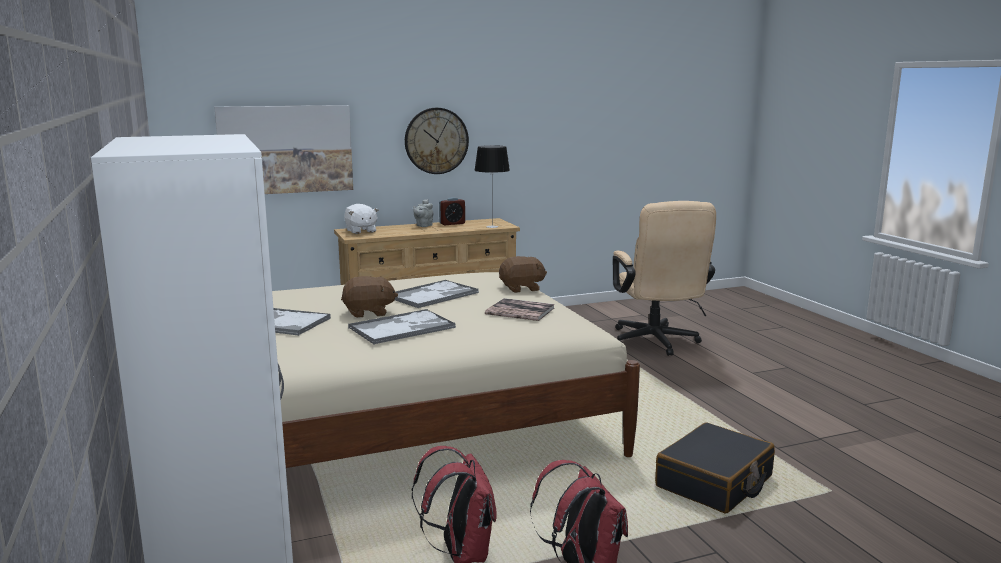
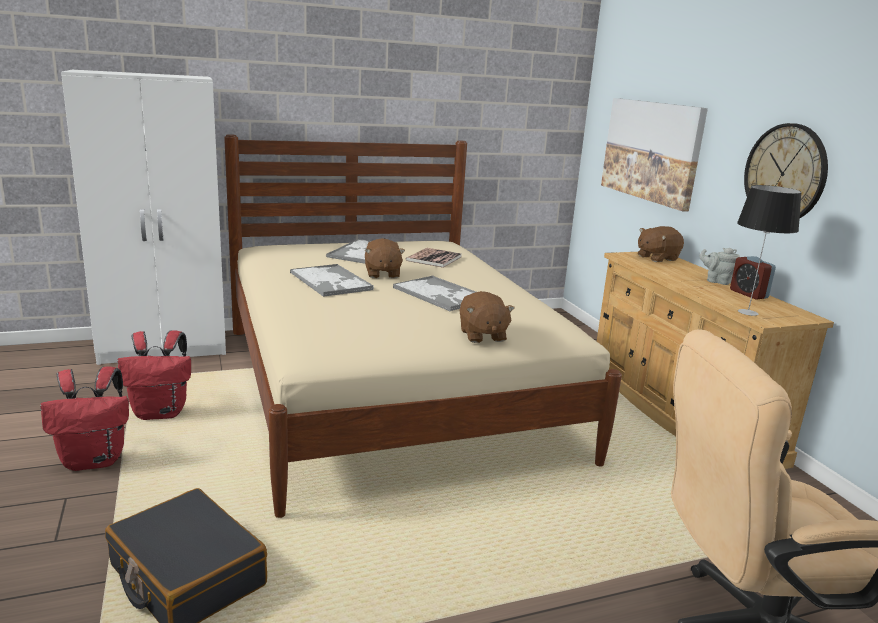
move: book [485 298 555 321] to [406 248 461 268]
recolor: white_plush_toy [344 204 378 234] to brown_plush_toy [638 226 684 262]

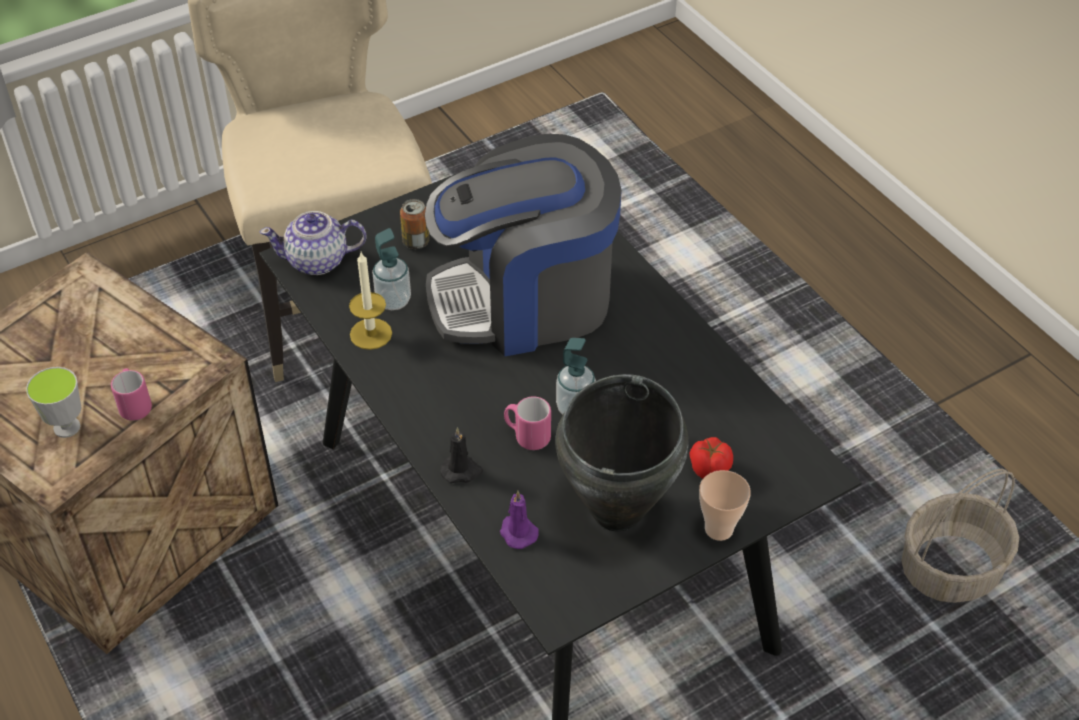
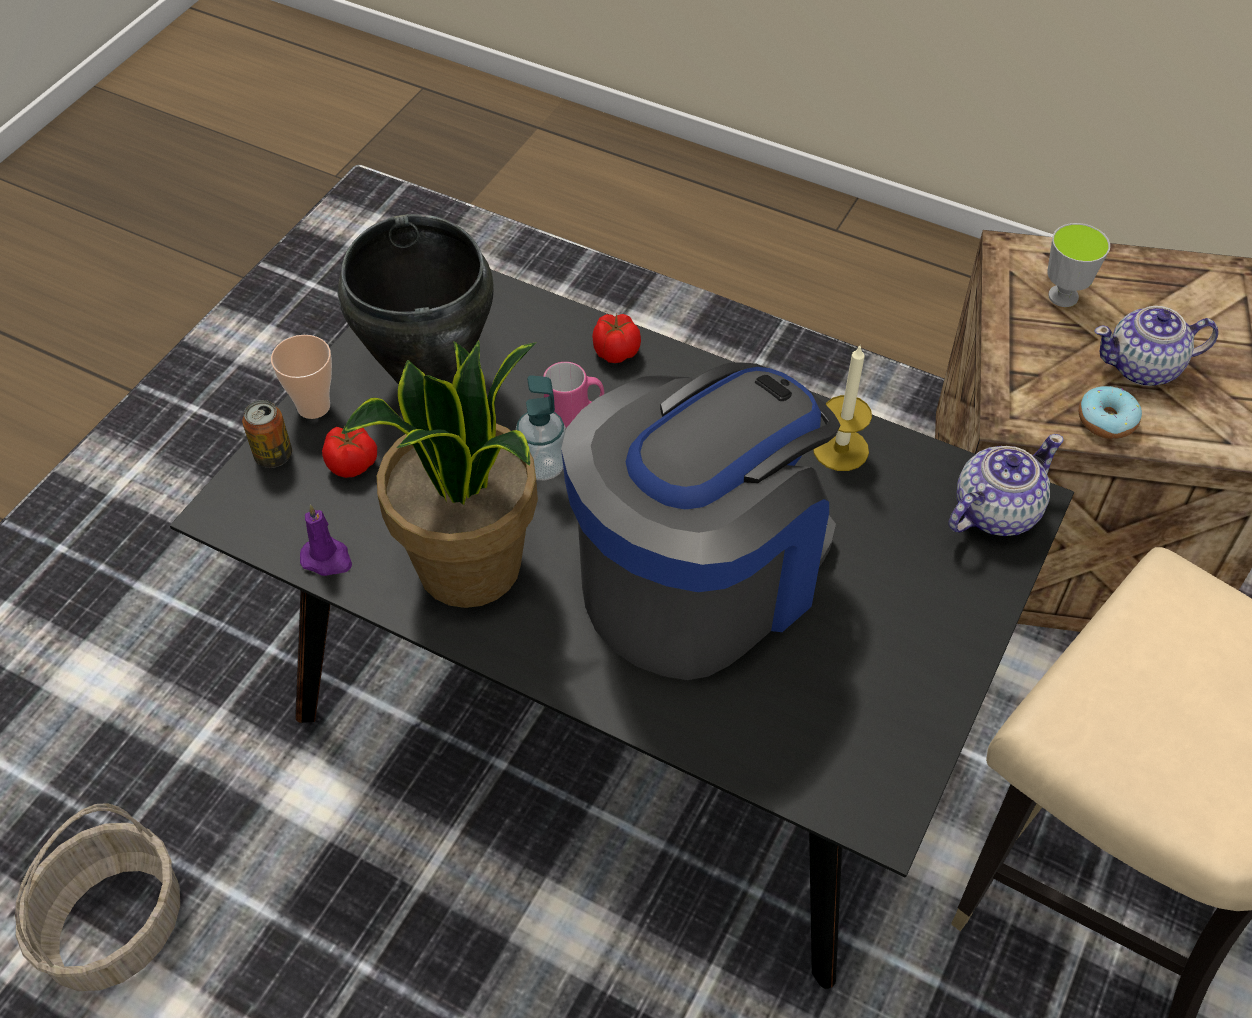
delete: pink_mug [111 368 152 421]; soap_dispenser [372 228 411 310]
insert: potted_plant [341 340 538 608]; donut [1079 386 1142 439]; teapot [1094 306 1219 386]
move: can [400 199 430 249] to [242 400 292 468]; purple_candle [500 491 539 549] to [300 504 352 576]
replace: black_candle [441 427 483 483] to tomato [592 314 641 363]

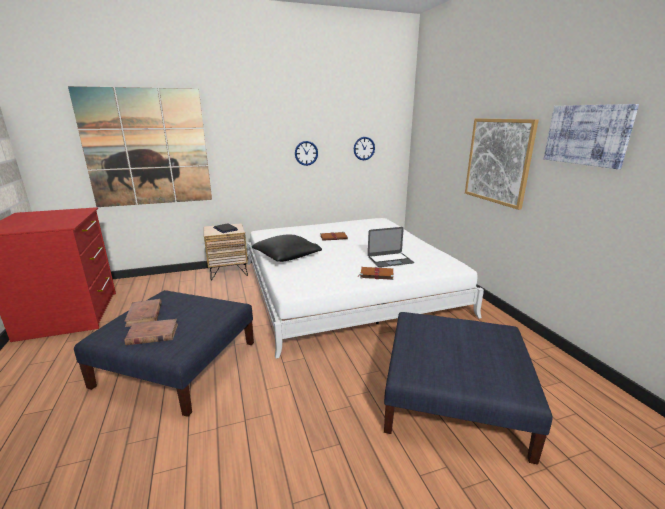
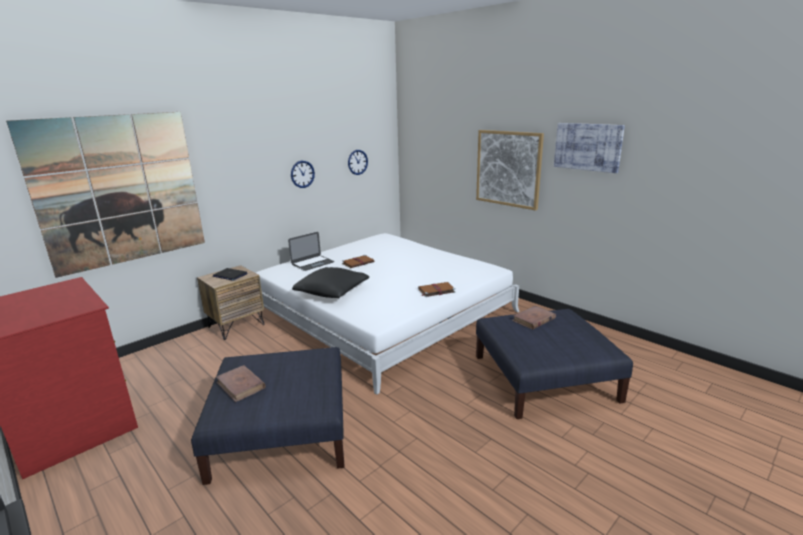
move: brown_book [124 319 178 345] to [512 306 556 330]; laptop [368 227 414 267] to [288 232 334 271]

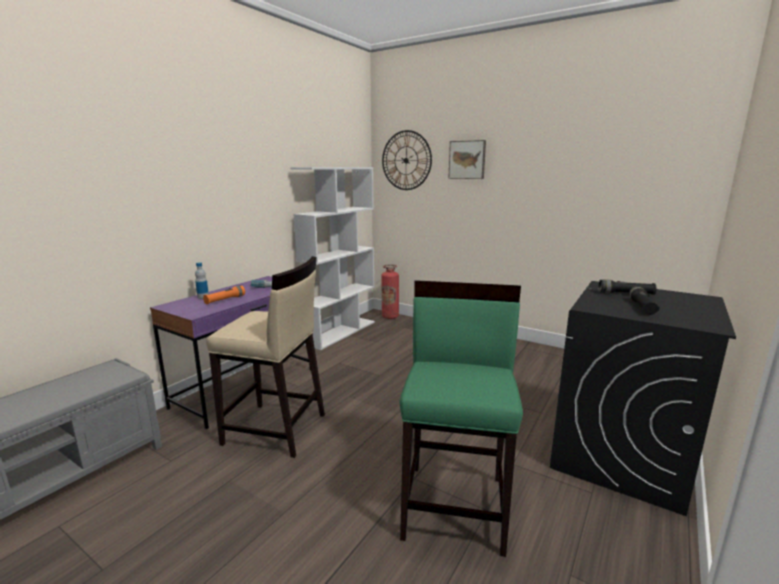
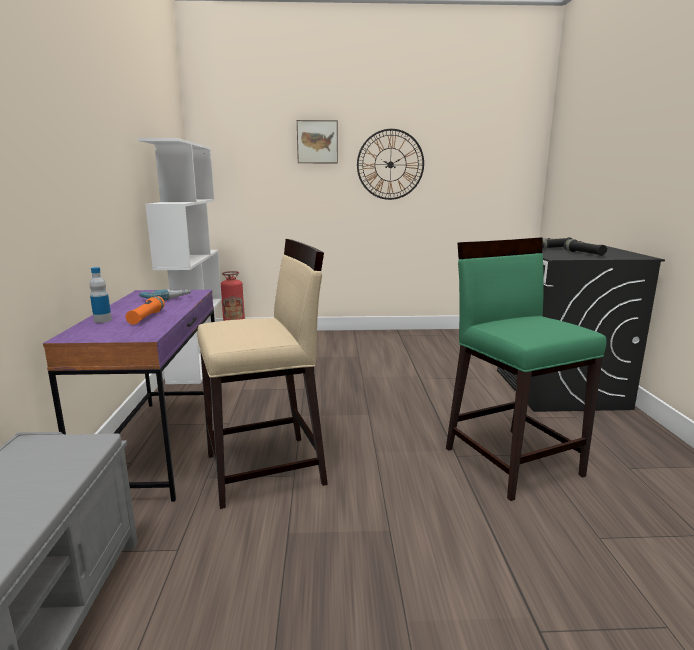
move: wall_clock [382 130 432 190] to [357 129 424 200]

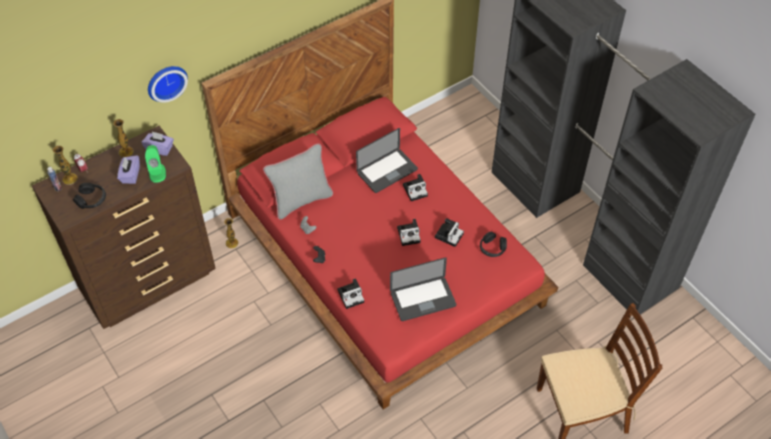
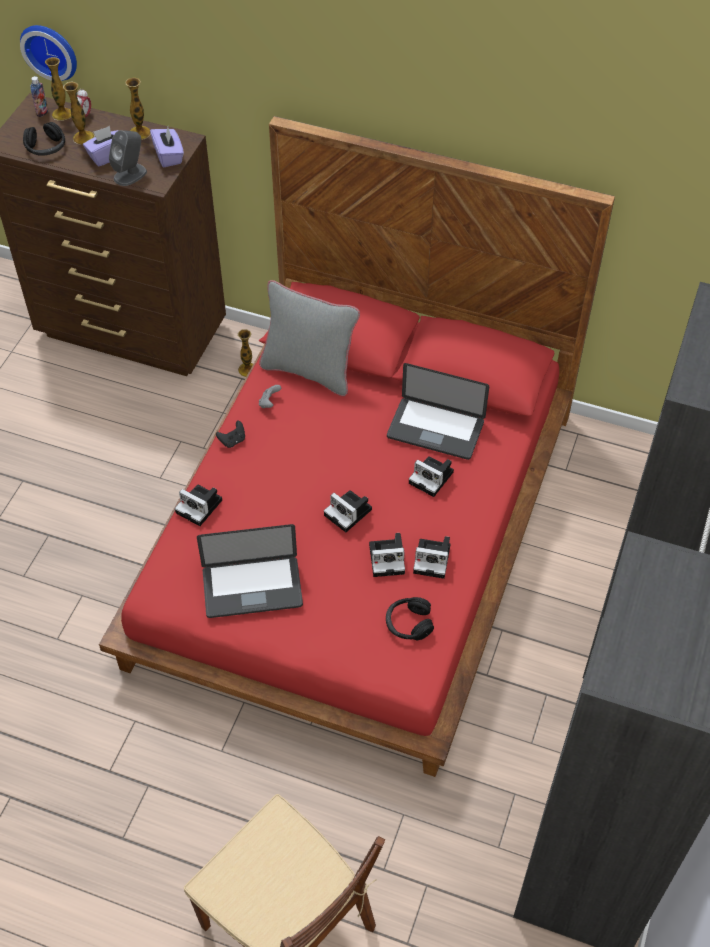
insert: vase [63 82 95 145]; photo_camera [413 536 450 579]
move: wall_clock [148 66 188 103] to [20 25 77 81]
recolor: green_speaker [145 145 166 183] to grey_speaker [109 130 147 186]
rotate: laptop [390 258 456 321] = [197 524 303 618] 45 degrees counterclockwise

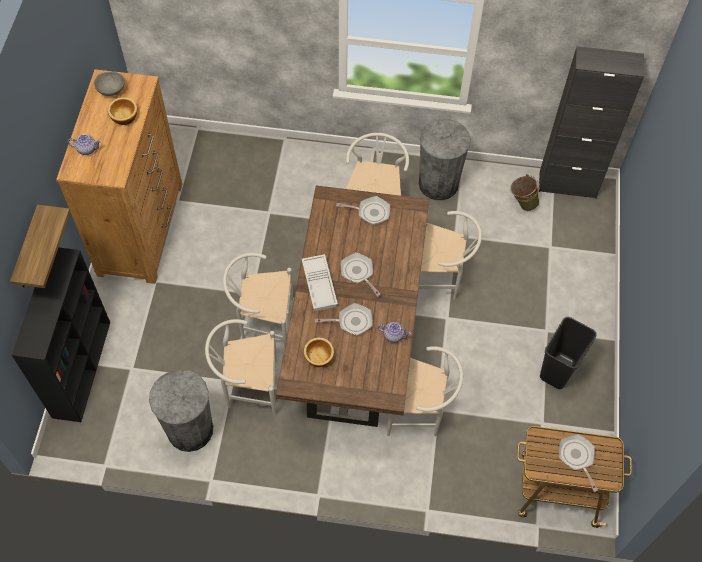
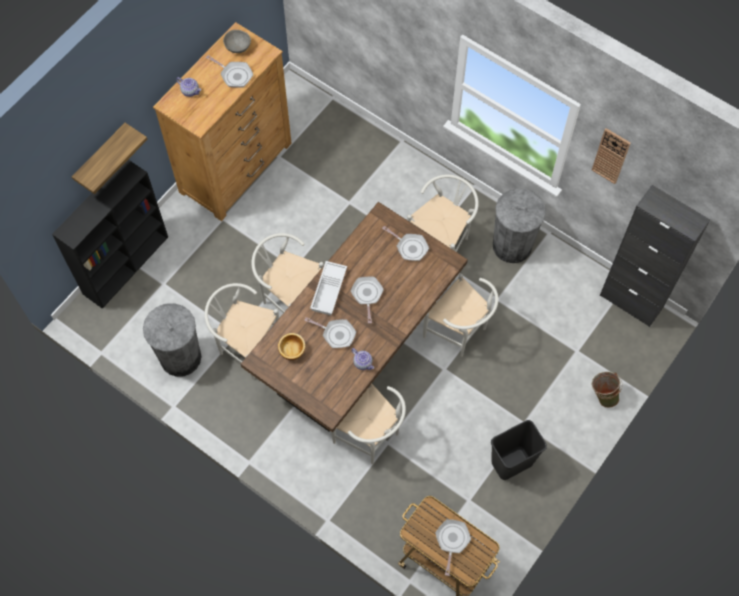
insert: wall_clock [592 128 631 184]
move: green_bucket [510 174 540 211] to [591 372 622 408]
replace: bowl [107 97 137 125] to frying_pan [206 55 253 88]

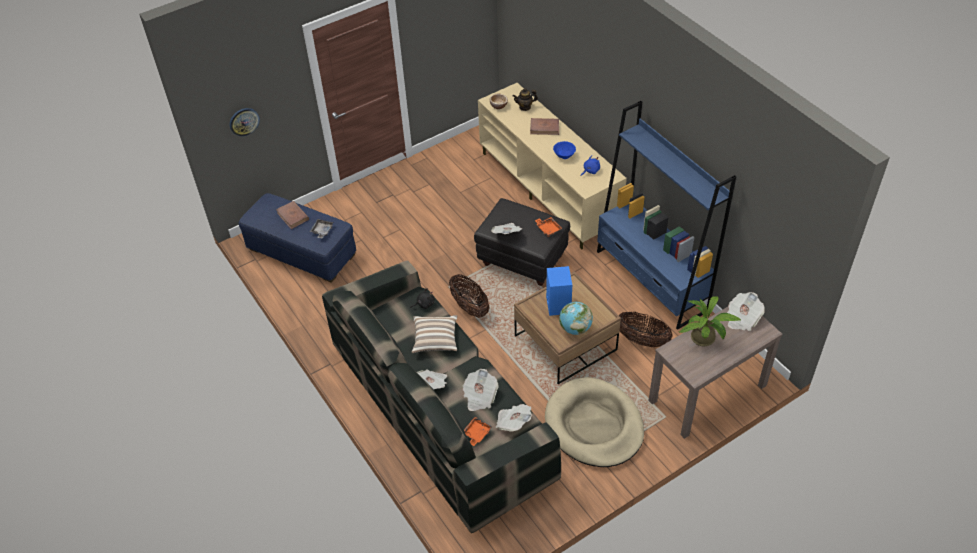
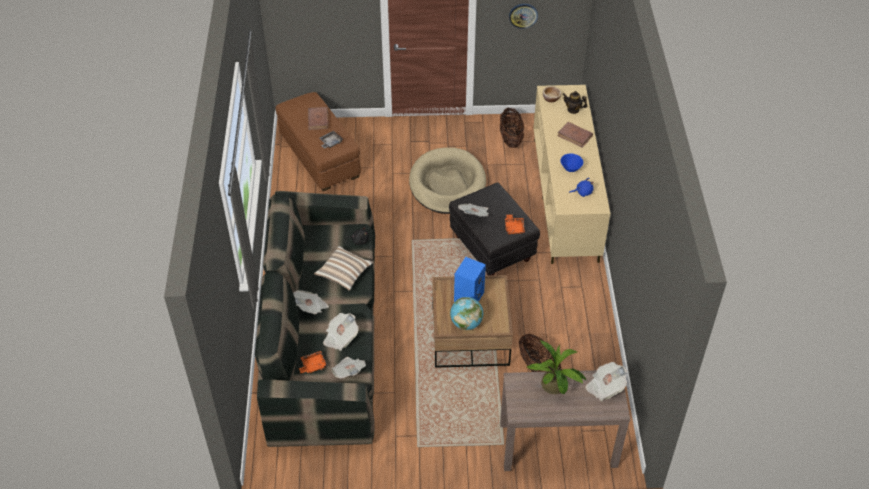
delete: blue_bookcase [597 101 736 330]
move: wall_clock [230 108 260 136] to [509 4 538 29]; basket [449 274 490 318] to [500 108 524 148]; beige_dog_bed [545 377 644 467] to [409 147 486 214]
recolor: blue_ottoman [239 193 356 283] to brown_ottoman [276 92 361 191]

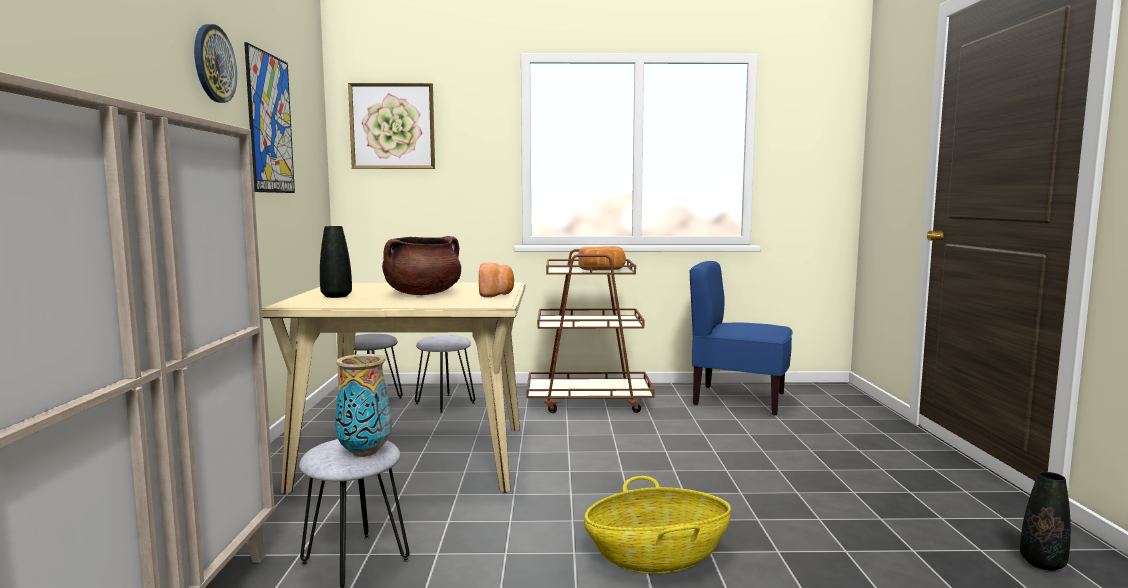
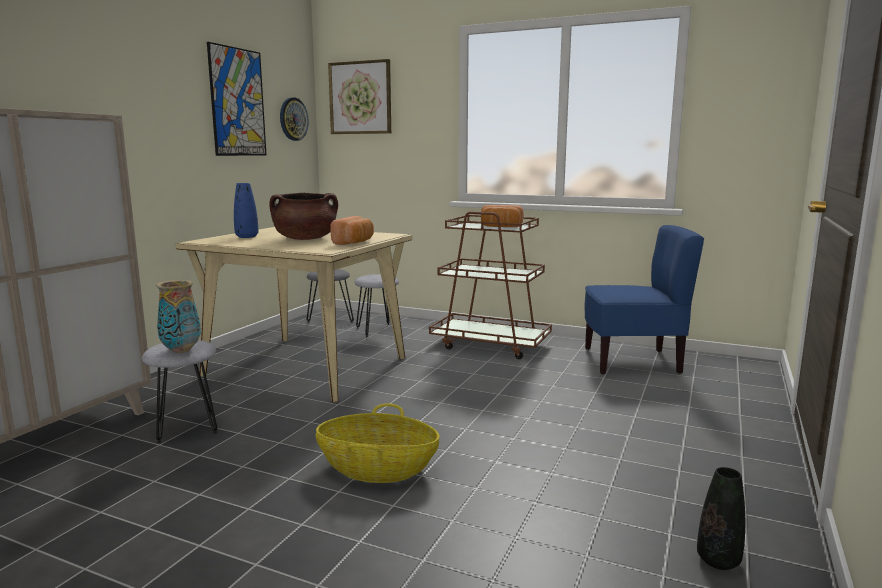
move: wall_clock [194 24 237 103] to [280 97 309 141]
recolor: black_vase [320 226 352 298] to blue_vase [234 183 258 238]
rotate: blue_chair [690 261 793 415] = [585 225 704 375] 135 degrees clockwise

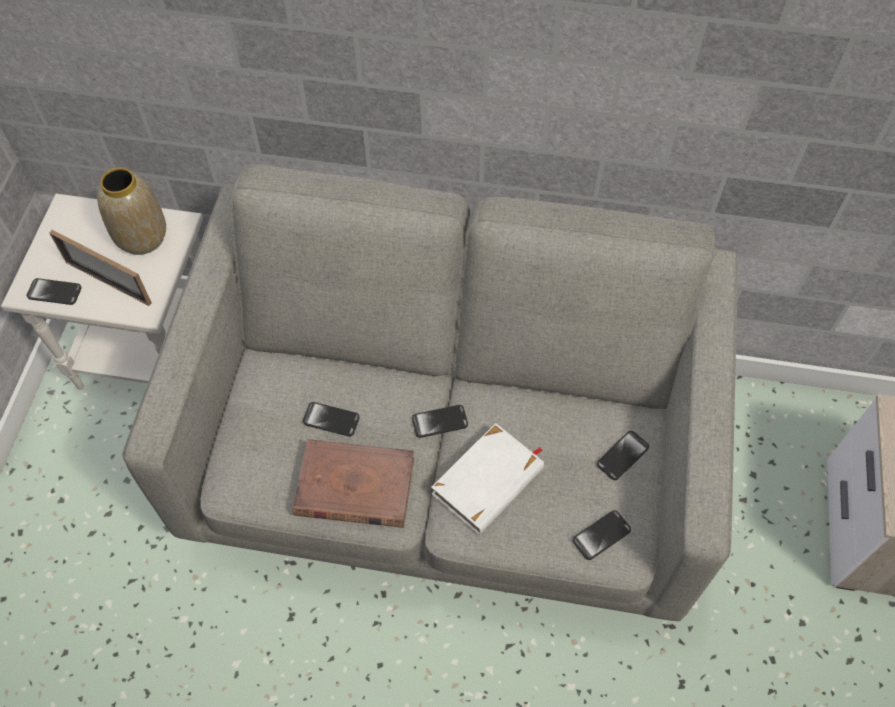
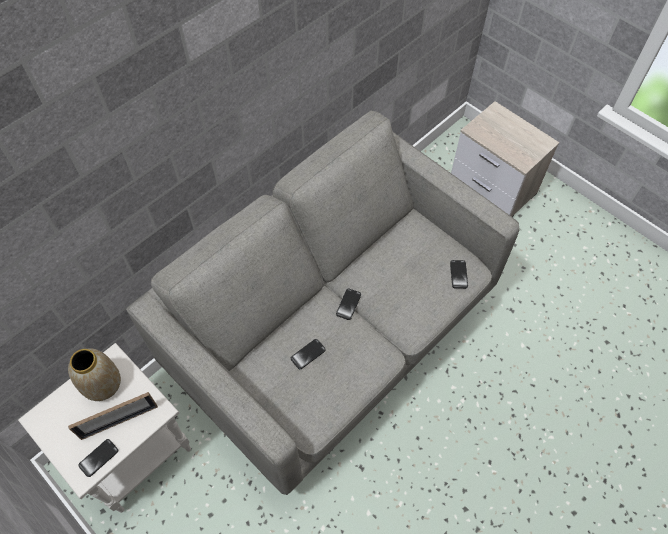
delete: brown_book [293 439 414 528]; white_book [431 423 544 535]; phone [597 431 649 480]

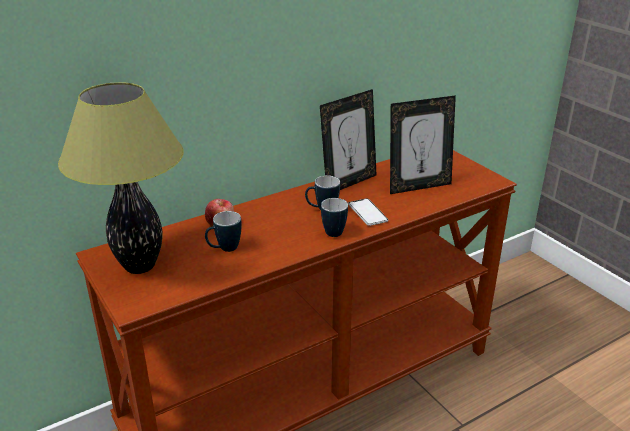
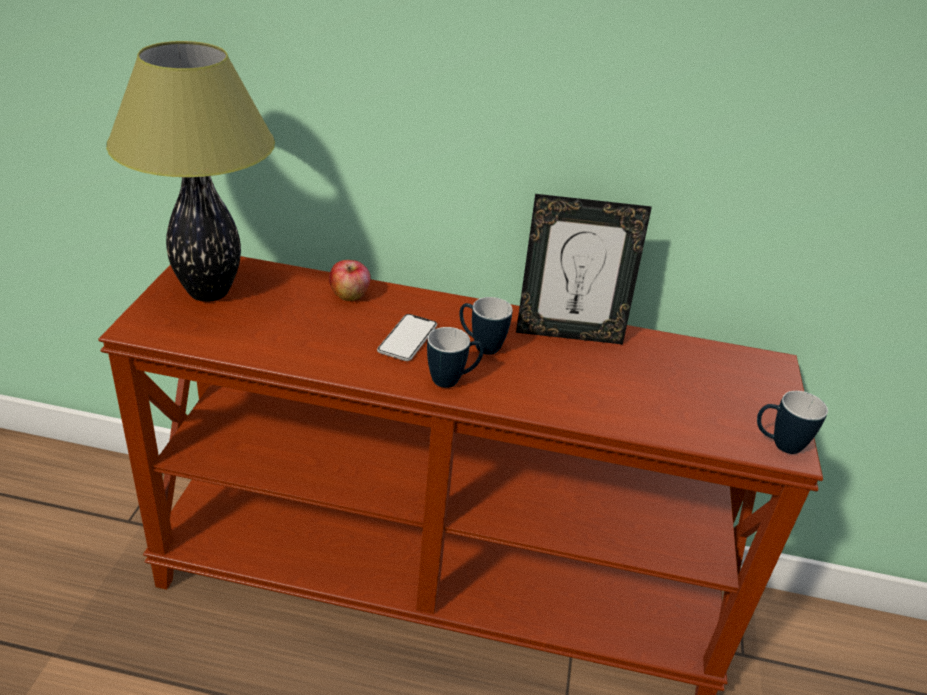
delete: picture_frame [390 95 456 194]
move: mug [205 211 242 252] to [757 391 828 454]; phone [348 198 389 226] to [377 314 437 361]

